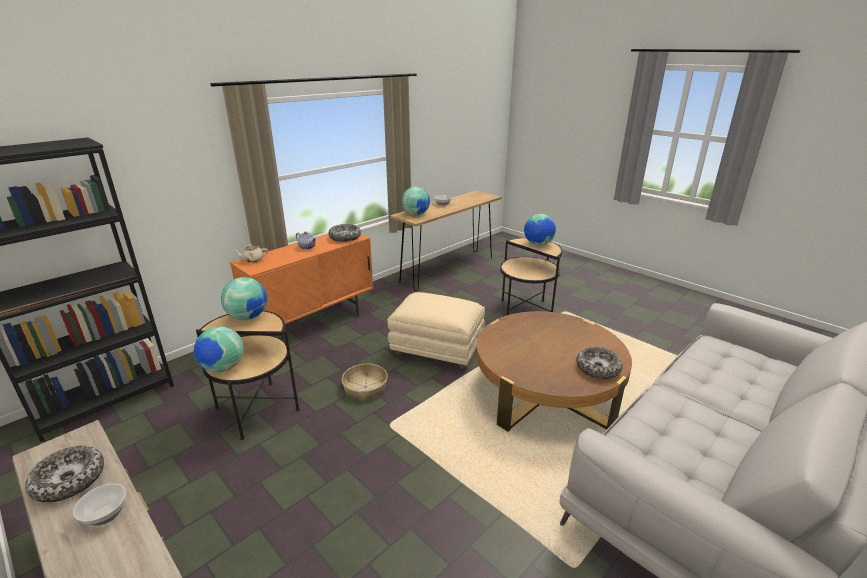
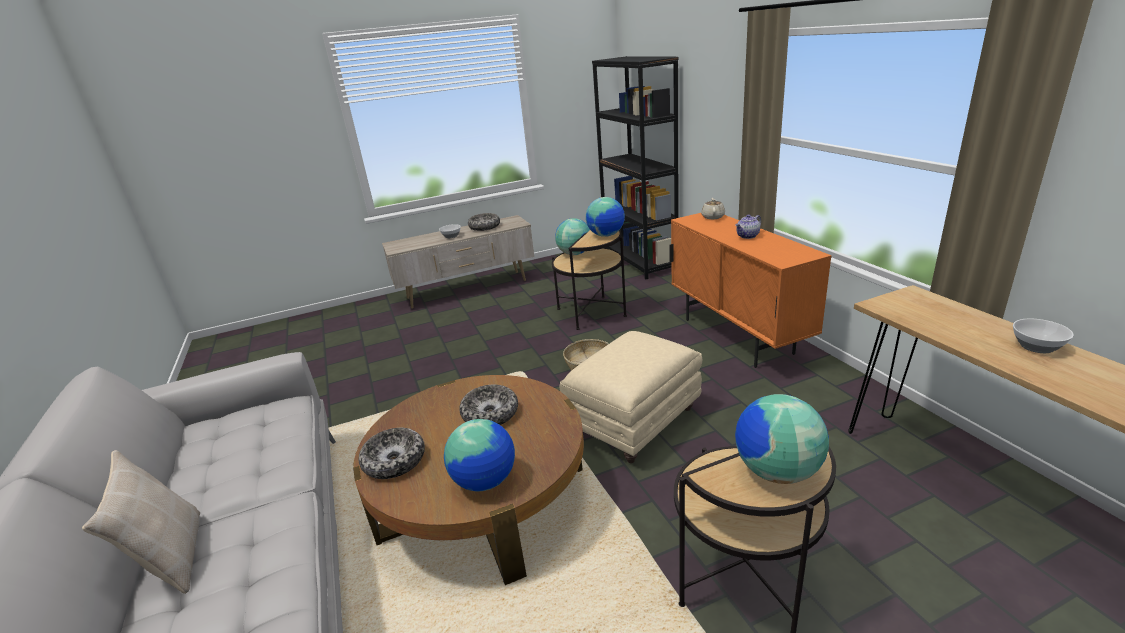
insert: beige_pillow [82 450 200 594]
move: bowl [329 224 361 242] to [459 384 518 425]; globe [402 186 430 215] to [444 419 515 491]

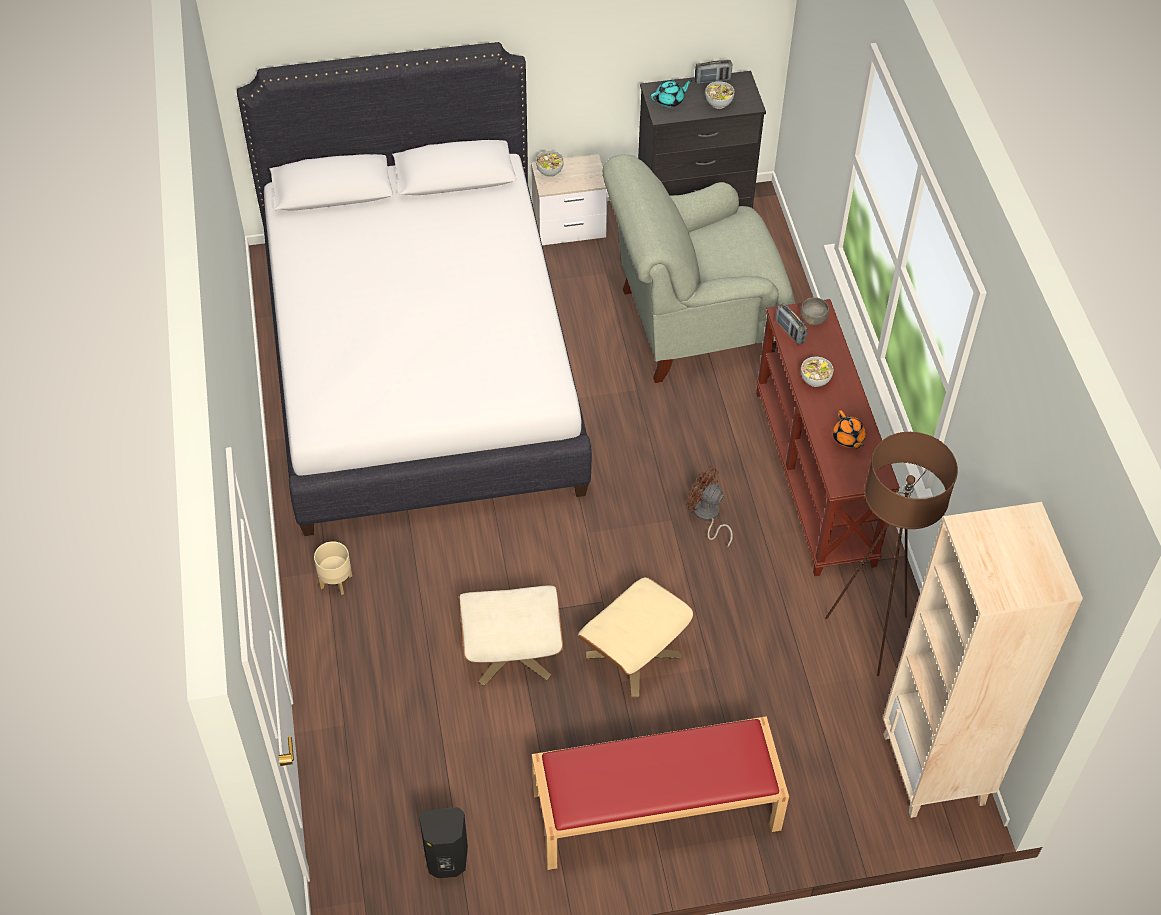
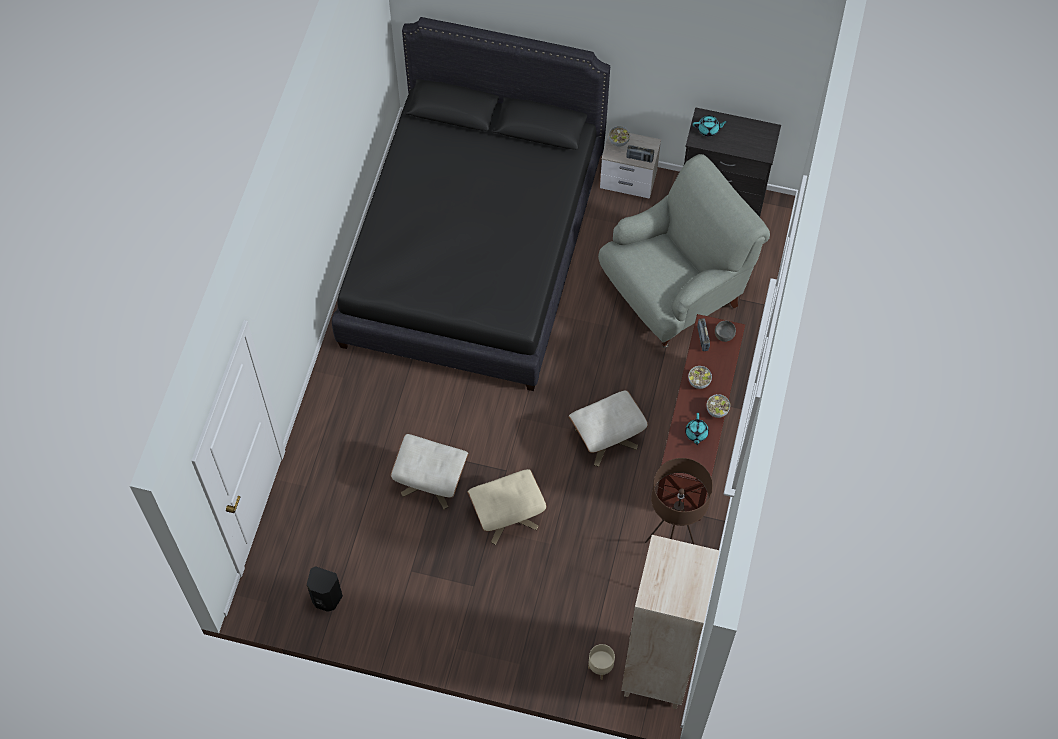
delete: red_bench [532 716 789 870]
move: beige_planter [314 541 352 595] to [588 644 615 680]; radio [695 60 732 84] to [626 145 654 163]; bowl [705 81 735 109] to [706 394 730 418]
replace: brown_fan [687 466 733 547] to beige_ottoman [568 391 648 467]
recolor: white_bed [237 42 592 536] to black_bed [332 17 610 391]; orange_teapot [833 410 866 448] to turquoise_teapot [685 413 709 445]
rotate: grey_armchair [602 154 795 383] = [598 154 770 348] 135 degrees clockwise

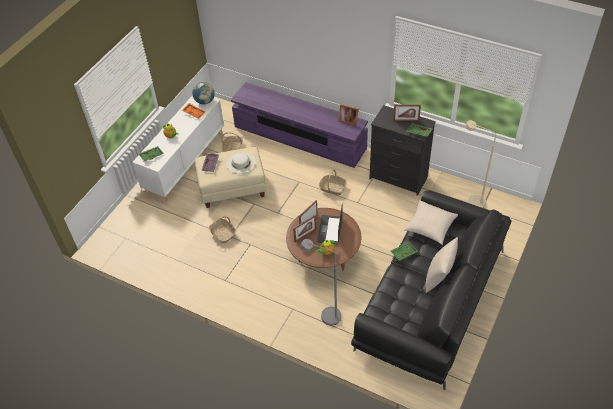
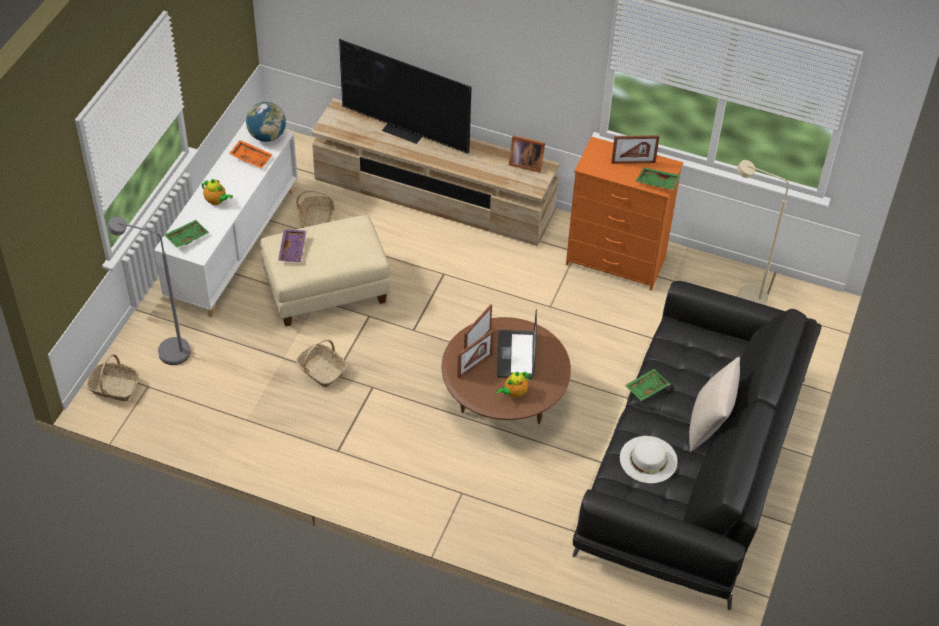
delete: beige_pillow [403 200 458 245]
insert: television [339 39 471 154]
move: white_hat [226 152 256 174] to [620 436 678 483]; grey_floor_lamp [301 239 341 325] to [107 216 191 365]; basket [319 170 347 195] to [86 354 139 401]
recolor: purple_tv_stand [231 82 368 168] to beige_tv_stand [311 98 560 246]; black_dresser [369 105 436 196] to orange_dresser [566 136 683 291]

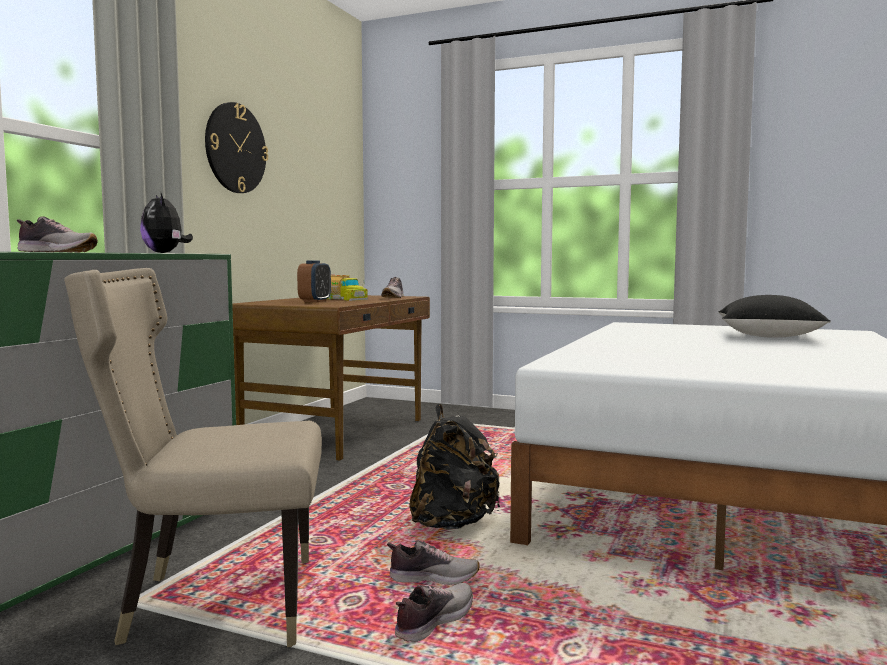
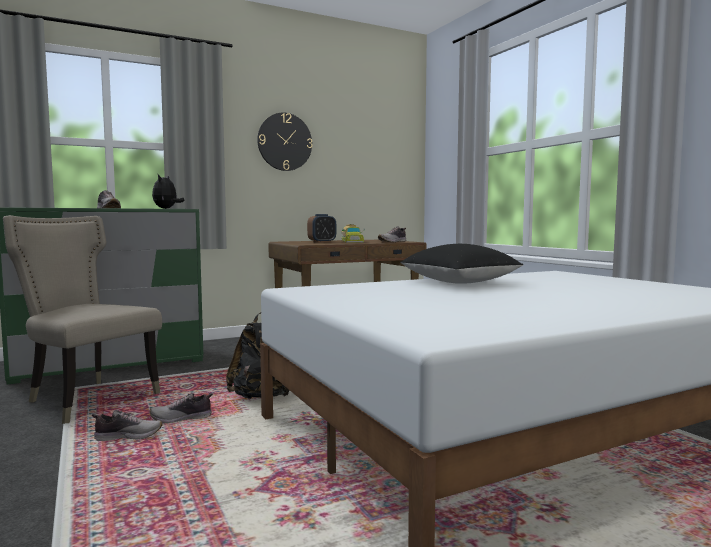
move: black_pillow [718 295 831 338] to [400 244 523 284]
rotate: shoe [387 540 480 585] = [150 393 213 423] 120 degrees clockwise

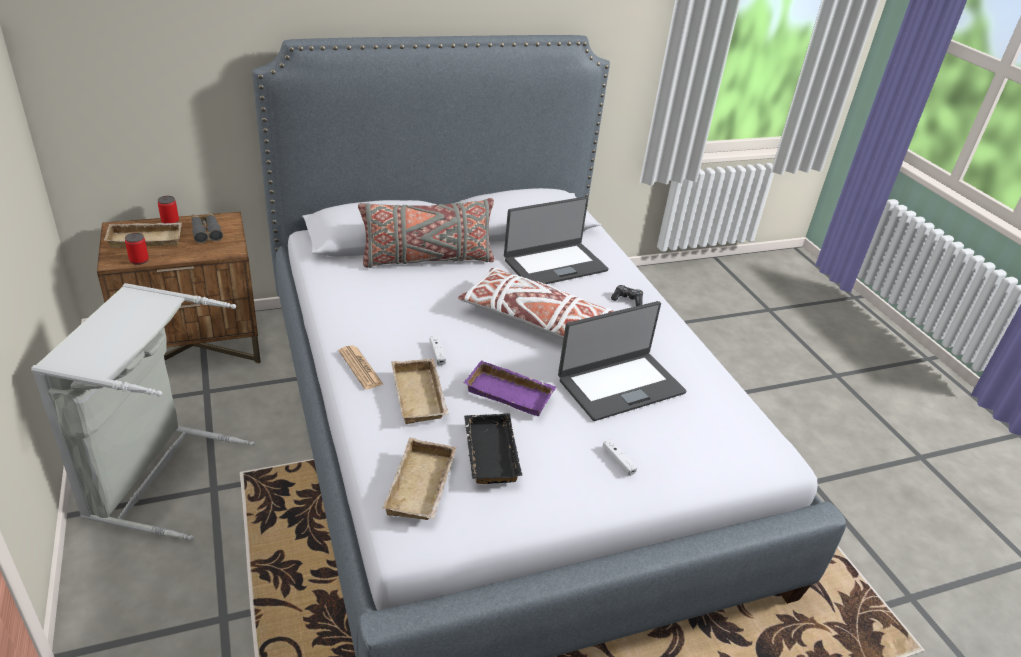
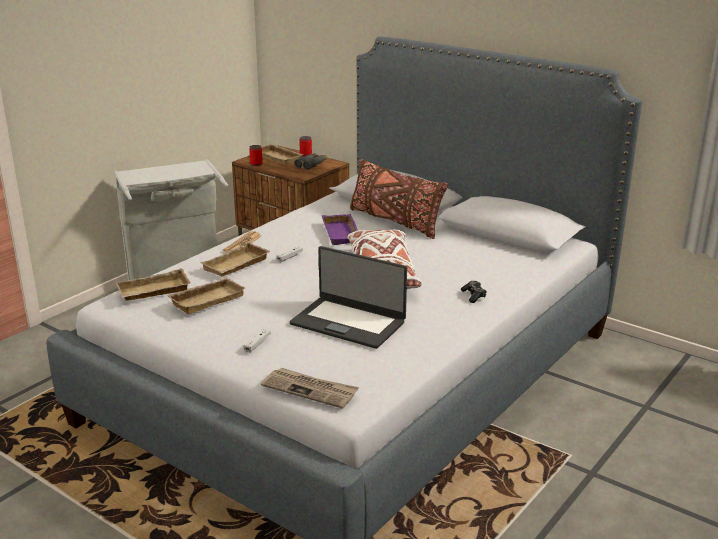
delete: laptop [504 197 608 284]
insert: newspaper [261 368 359 408]
move: purple_tray [464 360 556 416] to [322 214 358 245]
recolor: grey_pillow [358 198 494 268] to brown_pillow [350 159 448 239]; black_tray [464 413 522 484] to beige_tray [167 277 245 314]

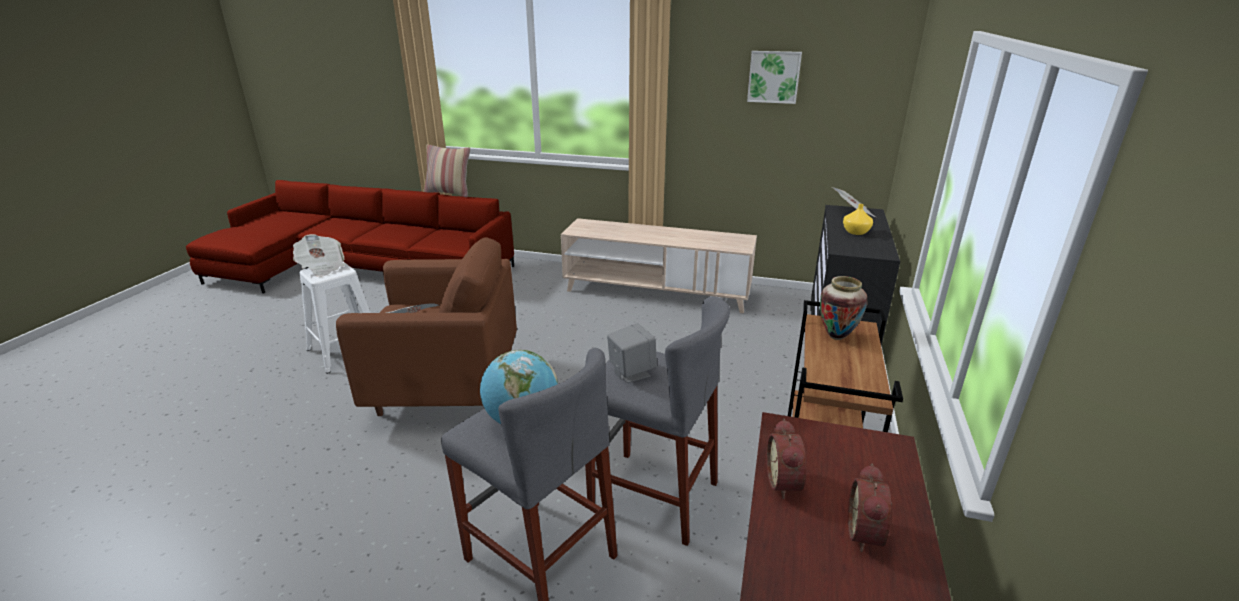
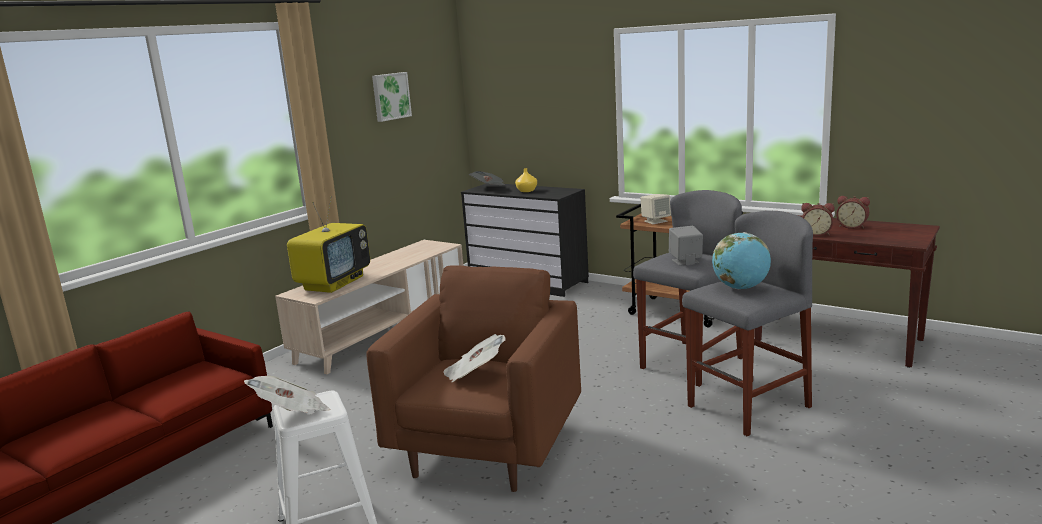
delete: pillow [424 144 470 197]
insert: television [287 196 370 293]
replace: vase [820 276 868 340] to beige_speaker [640 194 671 224]

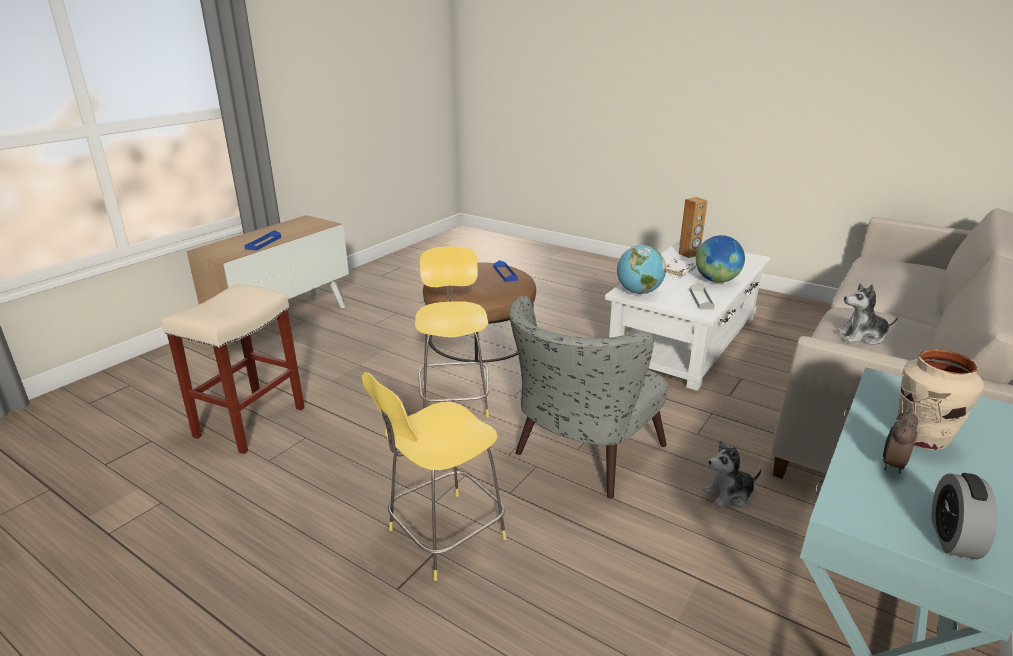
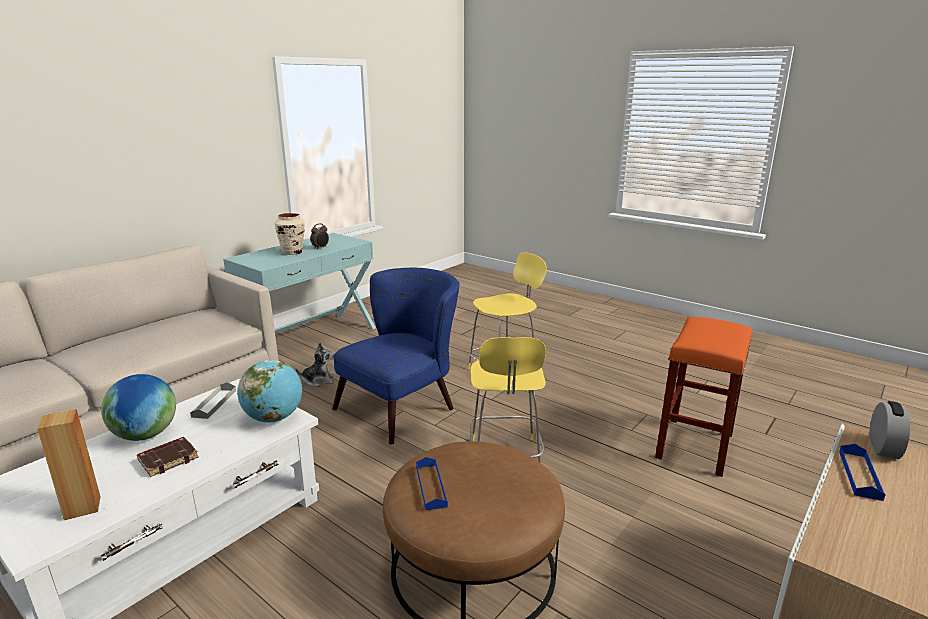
delete: plush_toy [837 283 899 345]
move: alarm_clock [931 473 997 560] to [869 401 910 459]
recolor: beige_stool [162 284 305 454] to orange_stool [655 317 752 477]; grey_armchair [509 296 669 499] to blue_armchair [332 268 460 445]; white_book [666 259 696 277] to brown_book [137 437 199 477]

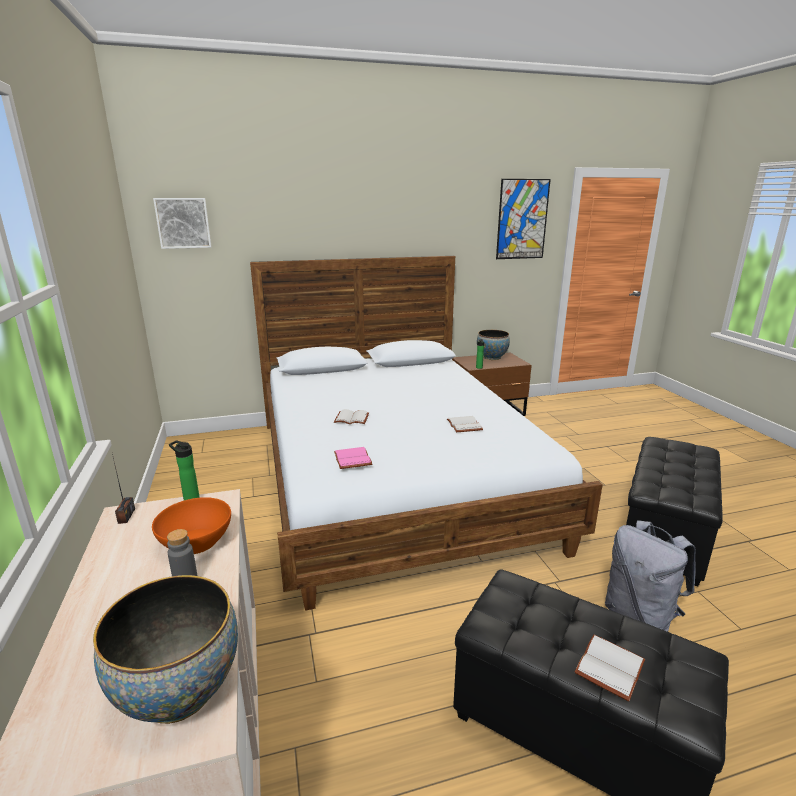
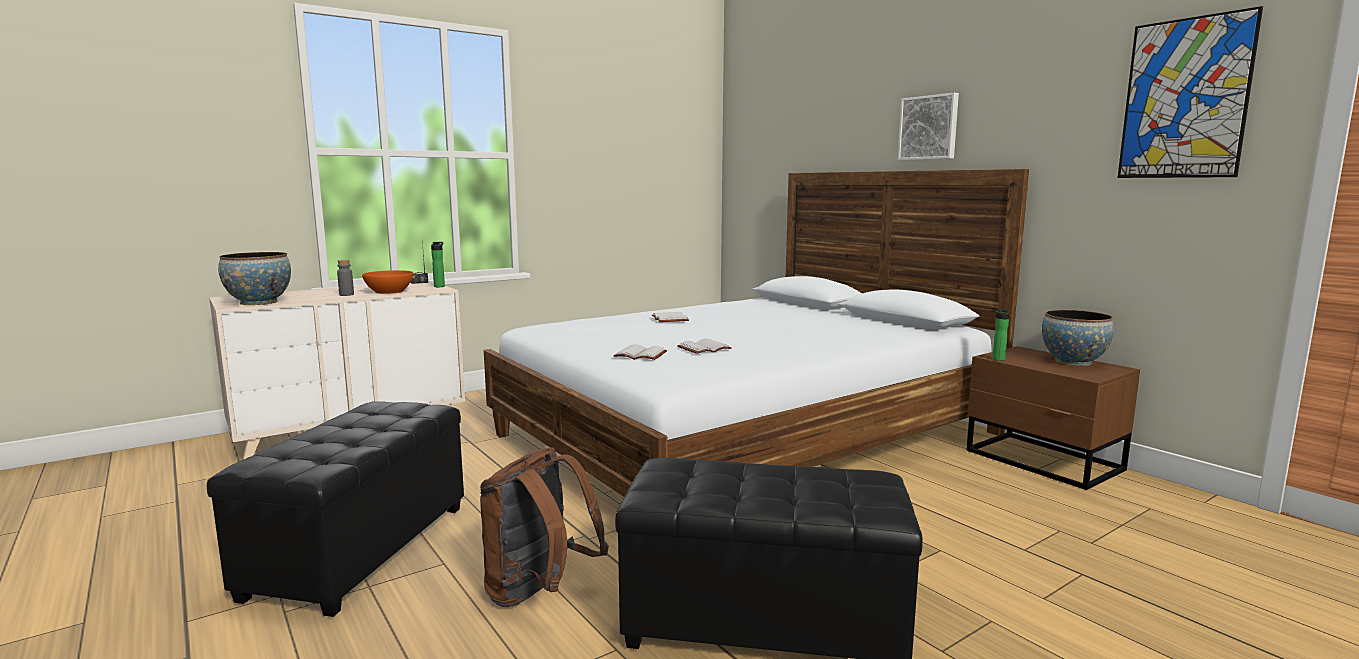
delete: pink_book [334 447 372 469]
move: picture [153 198 212 249] to [898 93 959 160]; white_book [575 634 645 701] to [613 344 667 360]
recolor: grey_backpack [605 520 696 632] to brown_backpack [480 447 609 607]

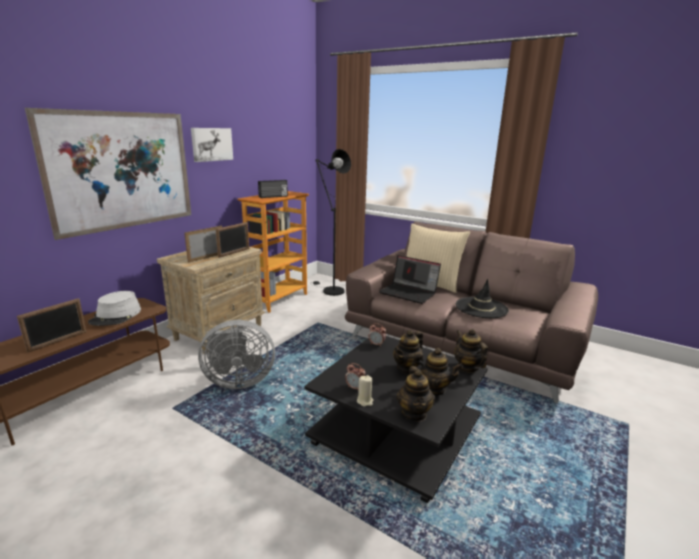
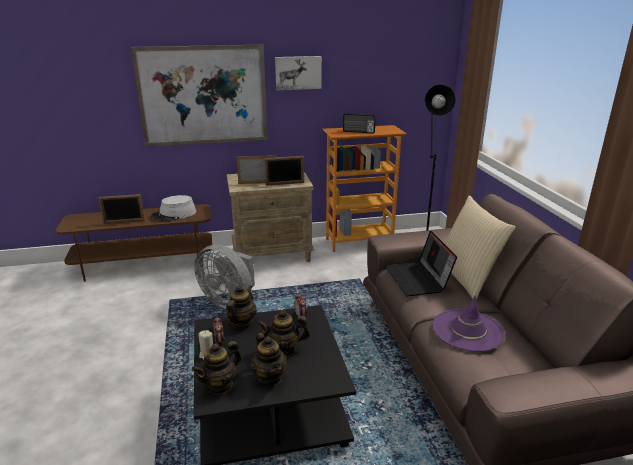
move: teapot [454 329 488 373] to [226 285 257 328]
recolor: black_hat [456 279 509 318] to purple_hat [432 296 505 352]

